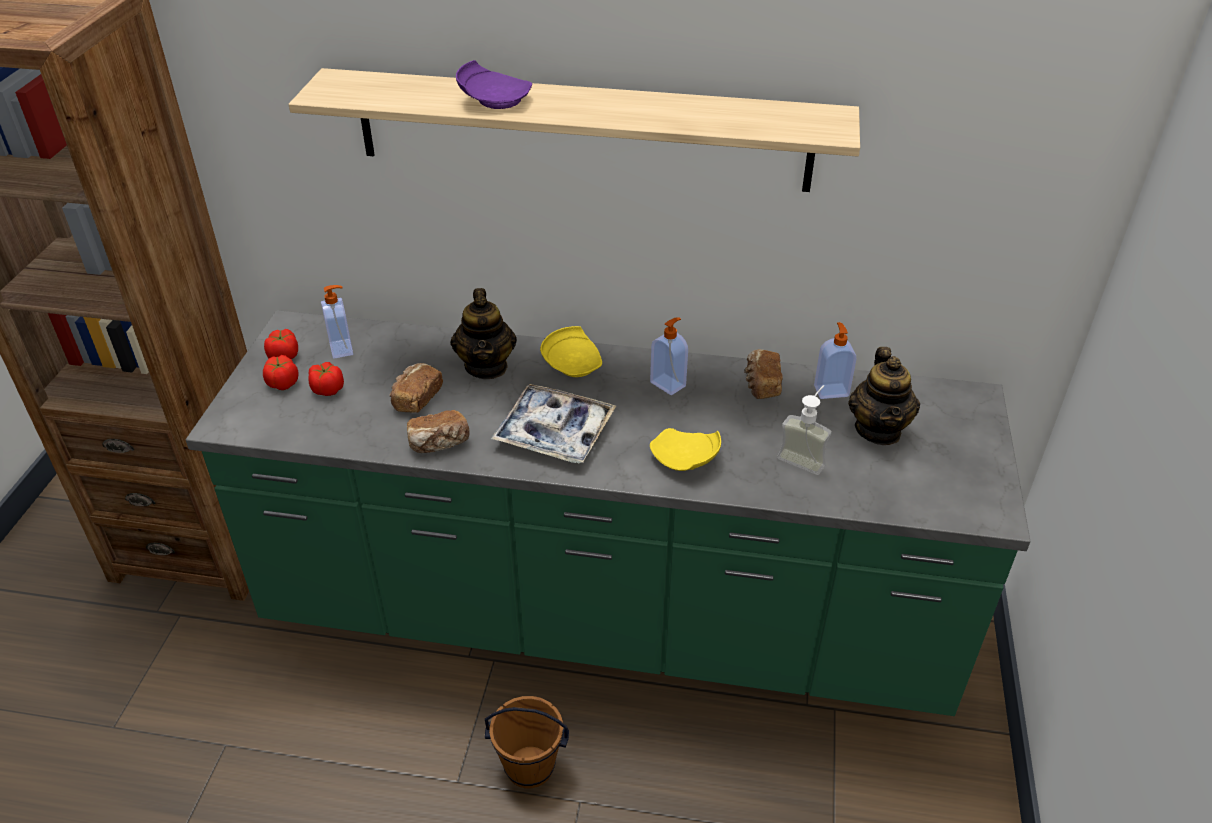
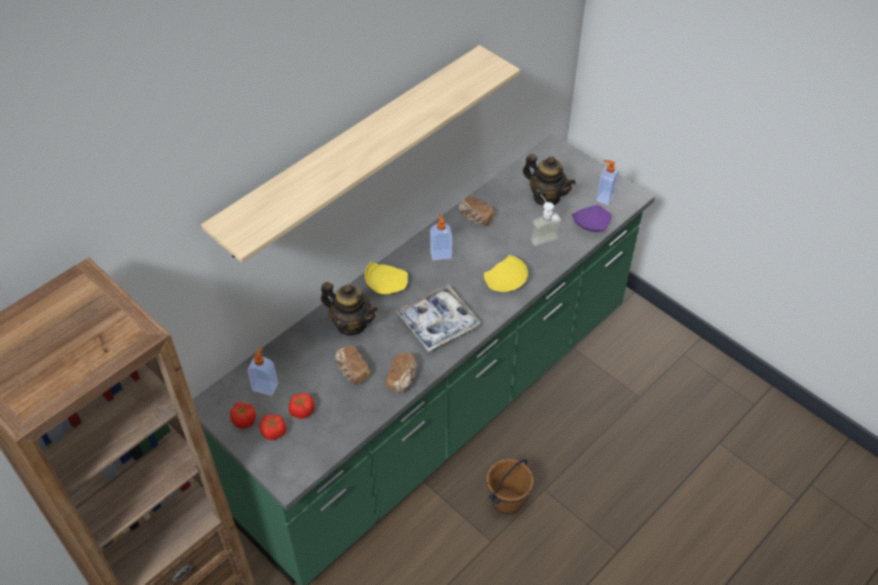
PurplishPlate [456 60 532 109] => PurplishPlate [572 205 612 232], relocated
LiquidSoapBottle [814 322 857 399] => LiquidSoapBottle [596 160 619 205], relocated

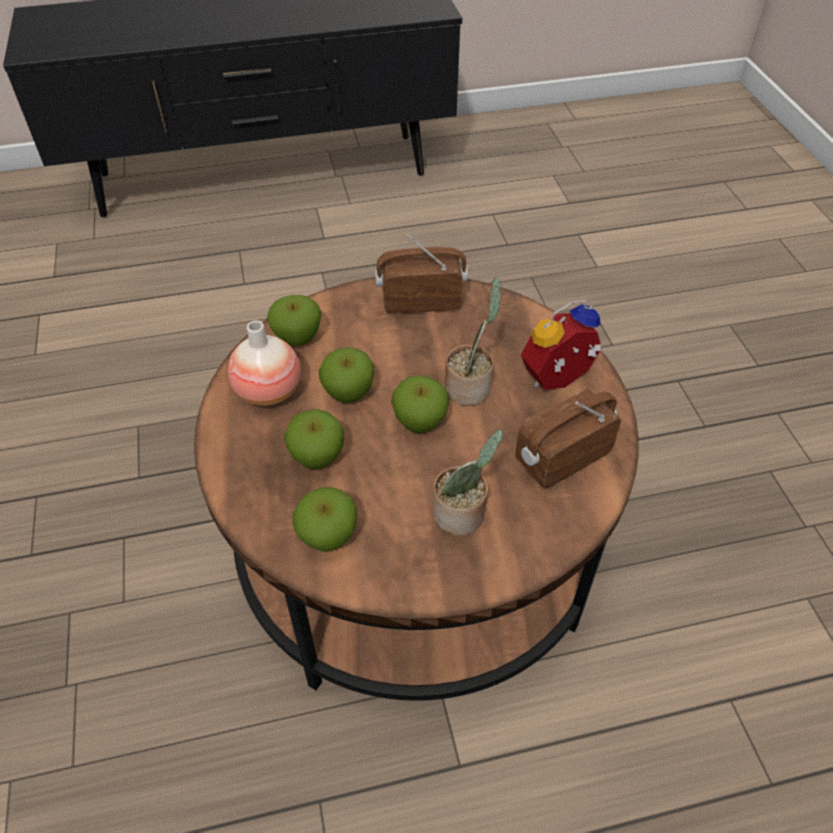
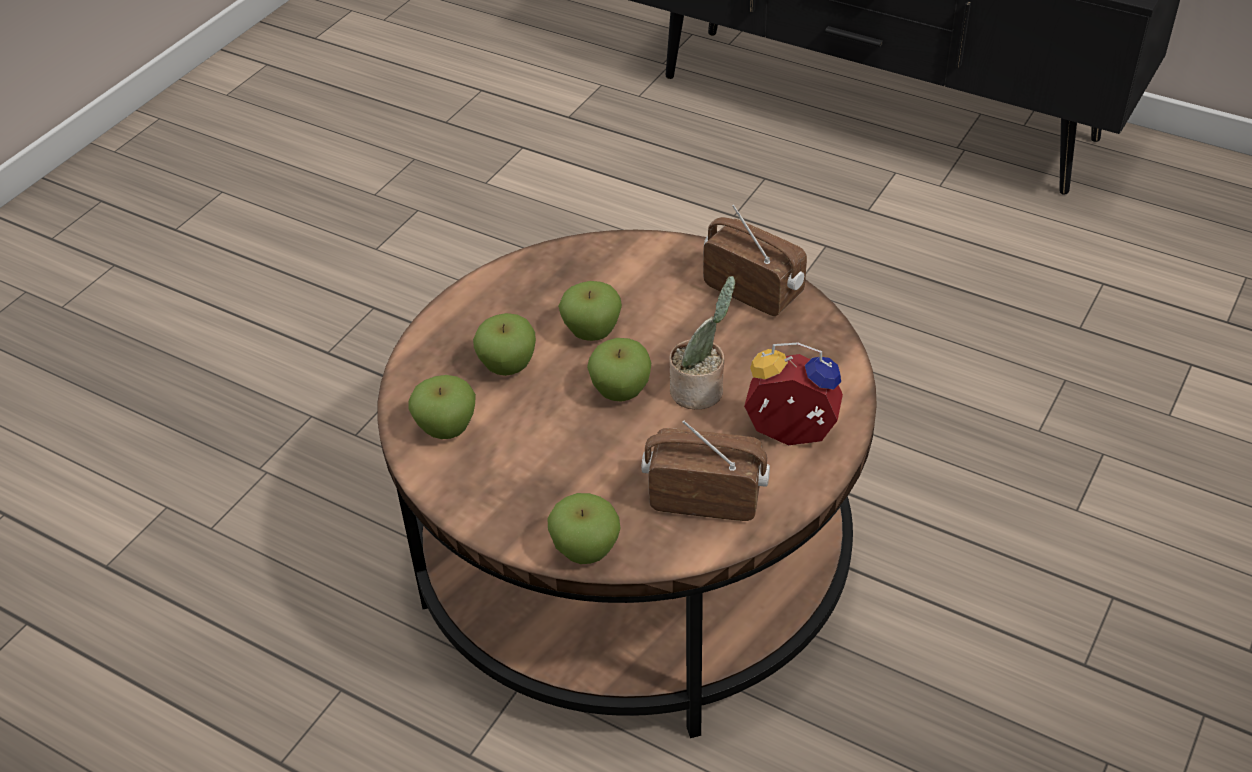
AppleFruit [267 295 322 346] => AppleFruit [547 493 621 564], relocated
DecorativeVase [228 321 301 406] => nothing
PottedPlant [433 429 503 535] => nothing

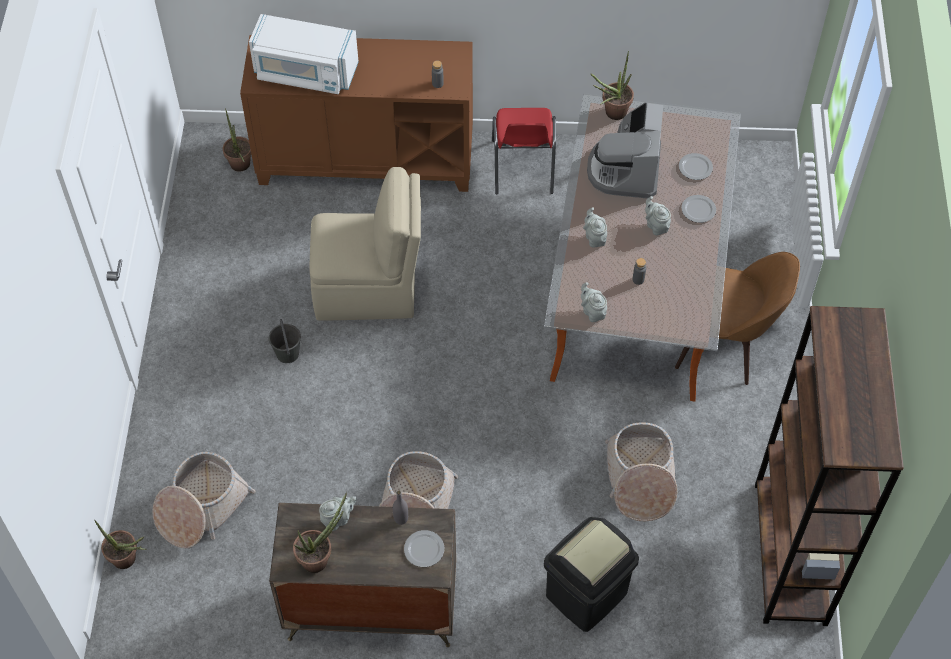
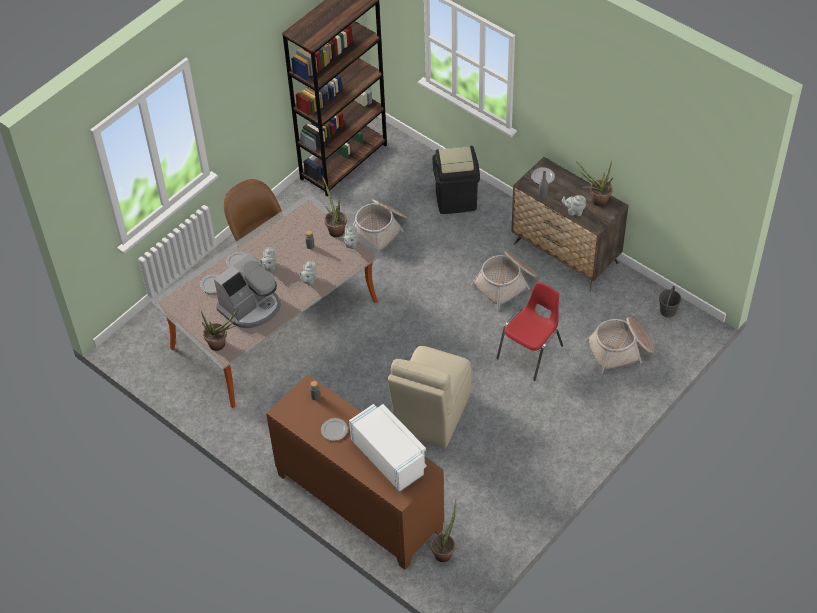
nothing => Plate [321 418 348 441]
PottedPlant [94 519 146 569] => PottedPlant [322 176 347 237], relocated
SandColouredChair [309 167 421 321] => SandColouredChair [388 346 472 448], 105 degrees counterclockwise
RedChair [492 108 556 195] => RedChair [496 282 563 381], relocated
GrayPail [269 319 301 363] => GrayPail [659 286 681 317], relocated

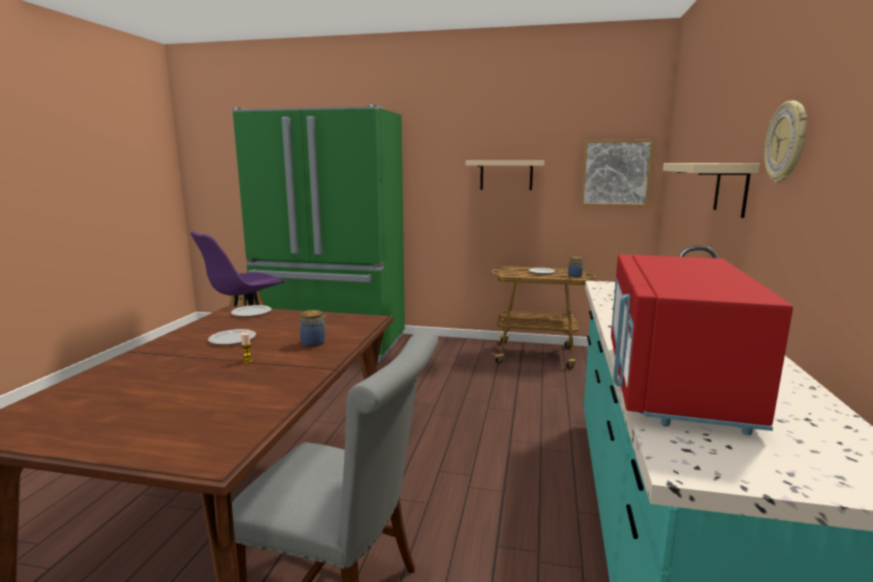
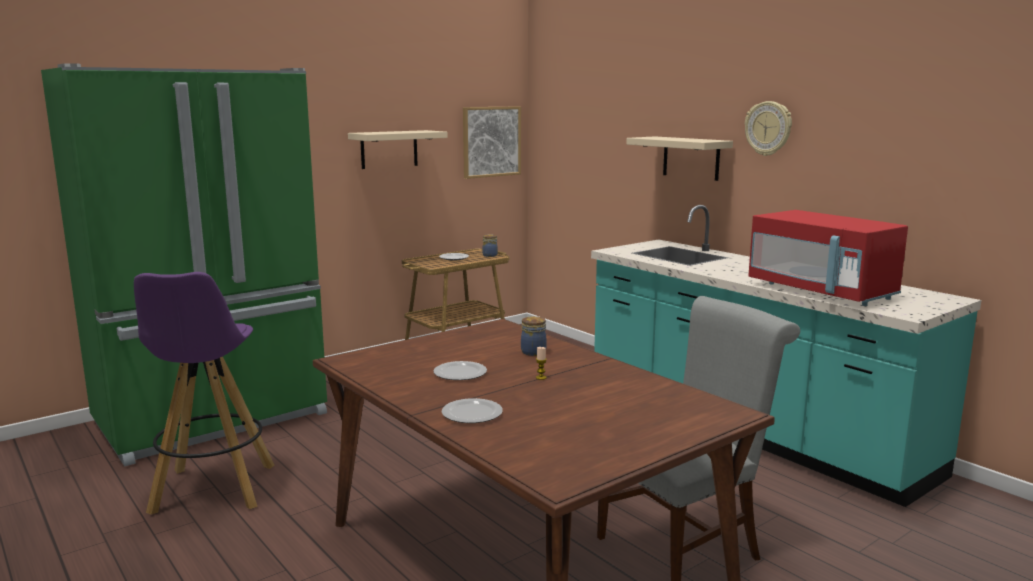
Plate [231 305 272 317] => Plate [442 398 503 423], relocated

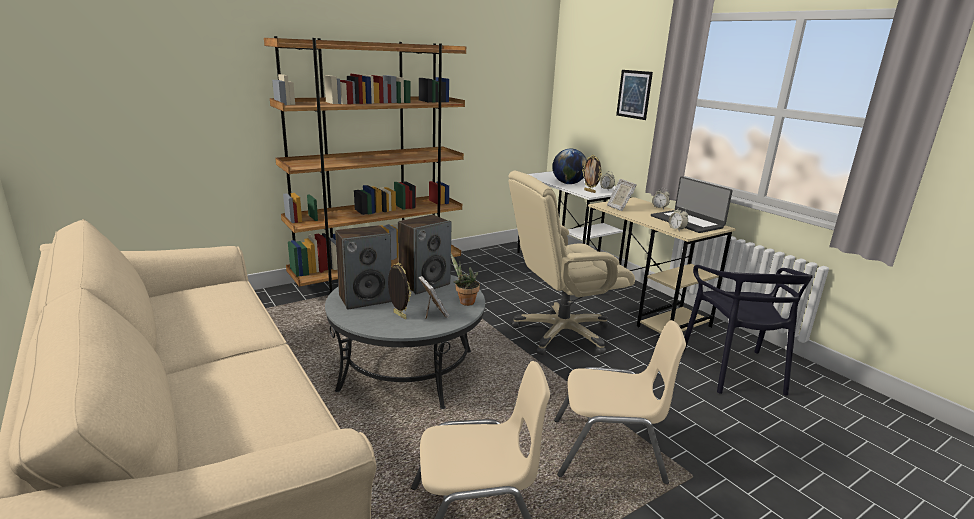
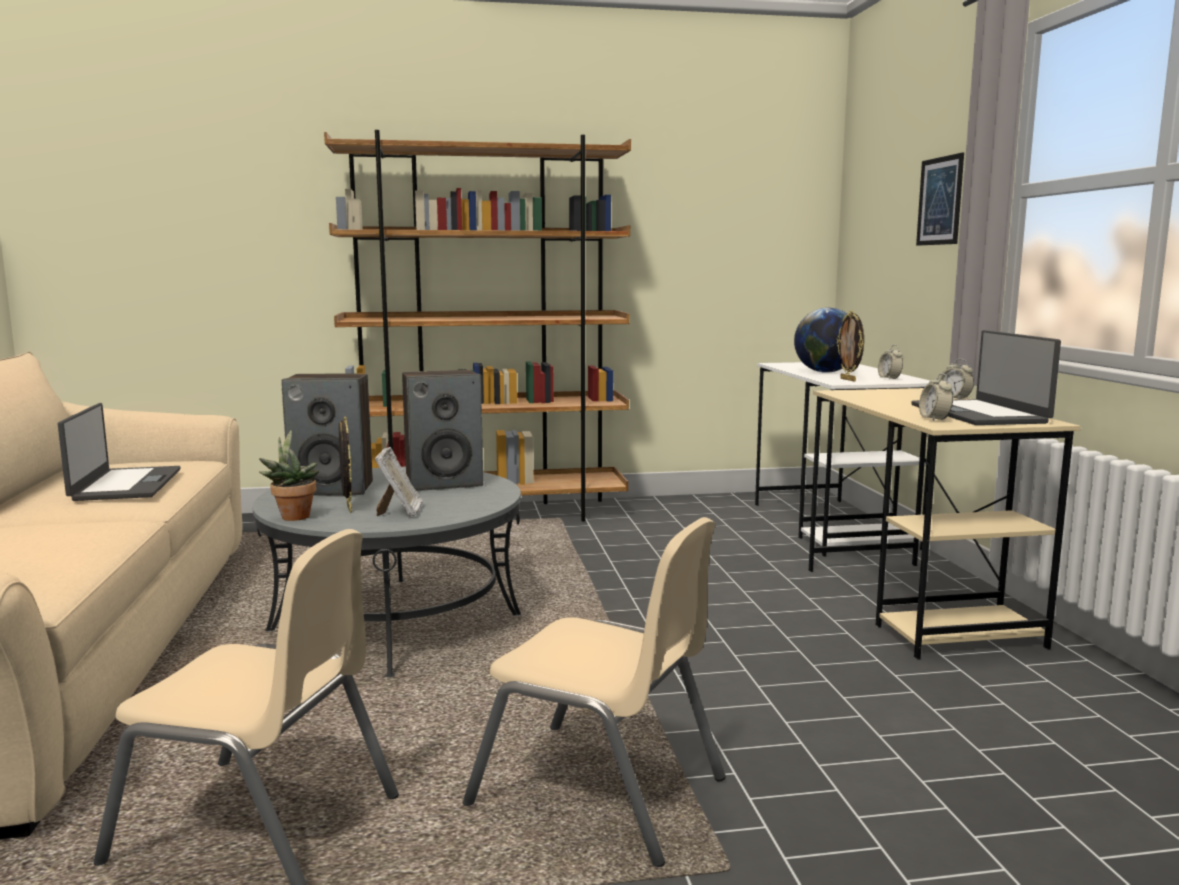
nothing => PortableComputer [58 403 180 501]
PottedPlant [451 254 480 306] => PottedPlant [259 430 319 521], relocated
SandColouredOfficeChair [508 170 635 355] => nothing
PhotoFrame [607 179 636 211] => nothing
BlackColouredChair [684 265 813 396] => nothing

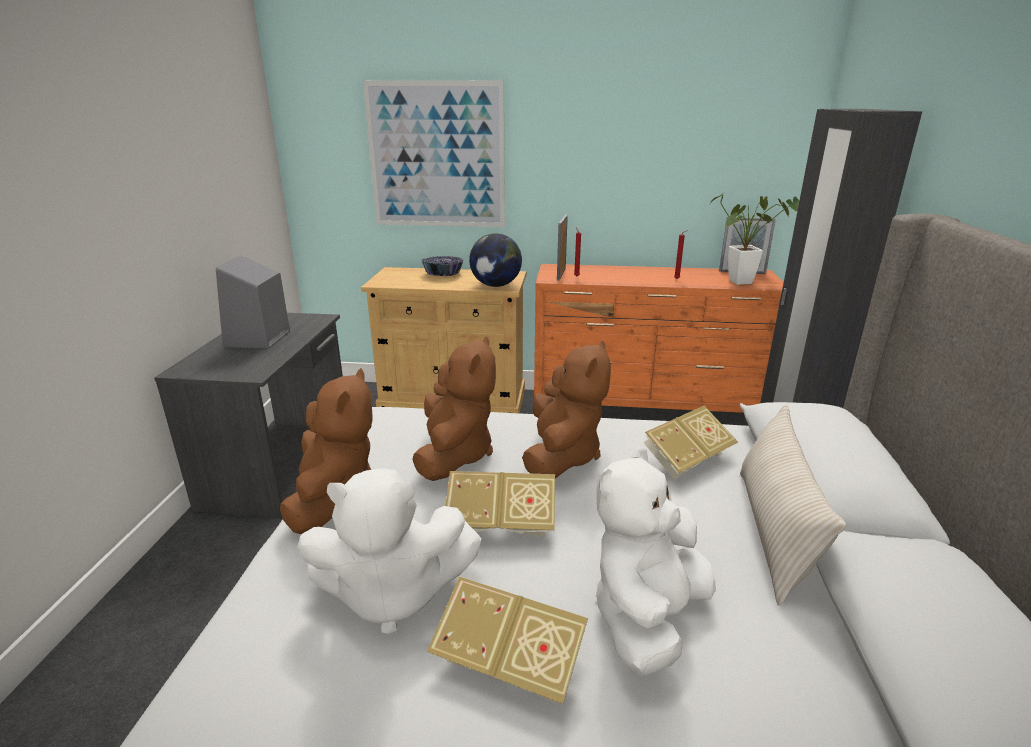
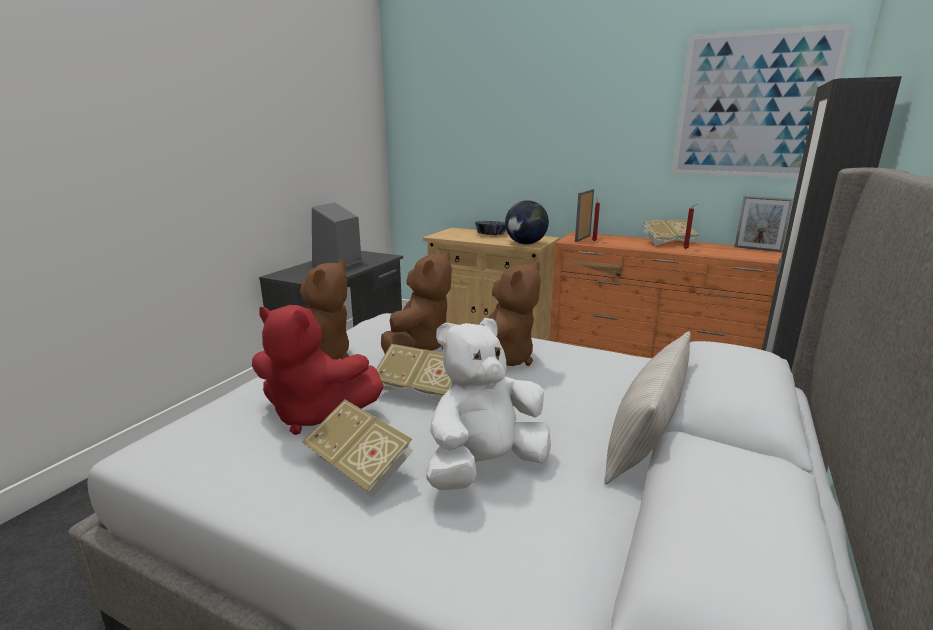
WhiteColouredPlushToy [297 468 481 635] => RedPlushToy [252 305 384 435]
Volume [643 406 738 480] => Volume [643 219 699 246], relocated
WallPicture [363 81 505 227] => WallPicture [672 24 852 178], relocated
PottedPlant [710 192 800 285] => nothing

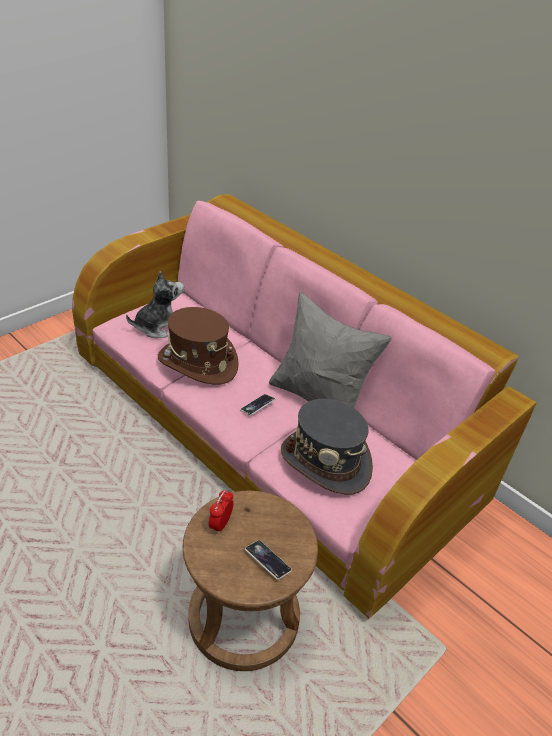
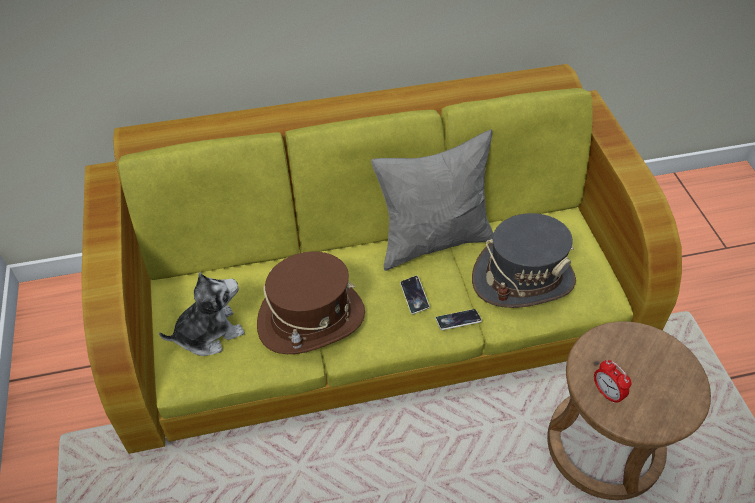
PinkishSettee [72 194 537 619] => GreenColouredSettee [82 64 682 454]
PlushToy [126 271 184 338] => PlushToy [159 272 245 356], 60 degrees clockwise
Phone [245 540 292 580] => Phone [435 309 482 330], relocated

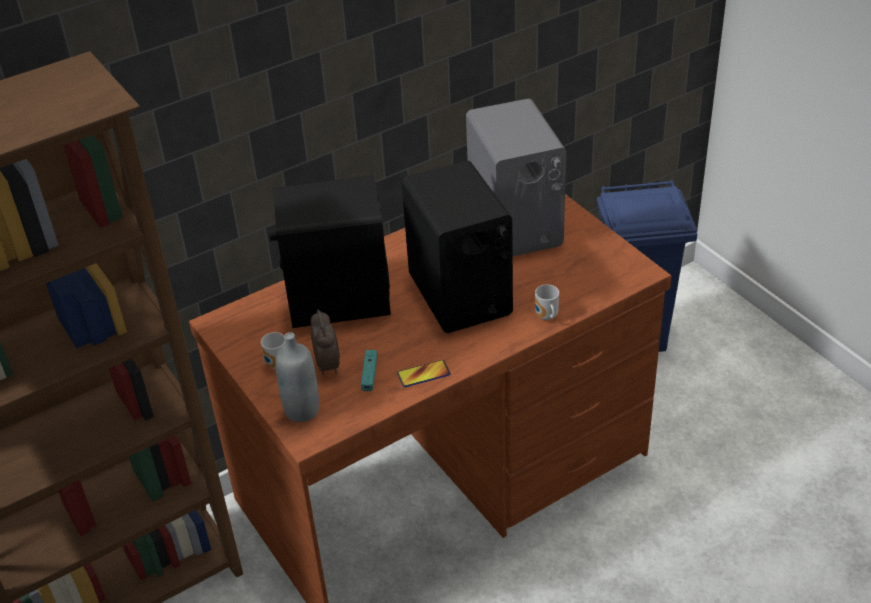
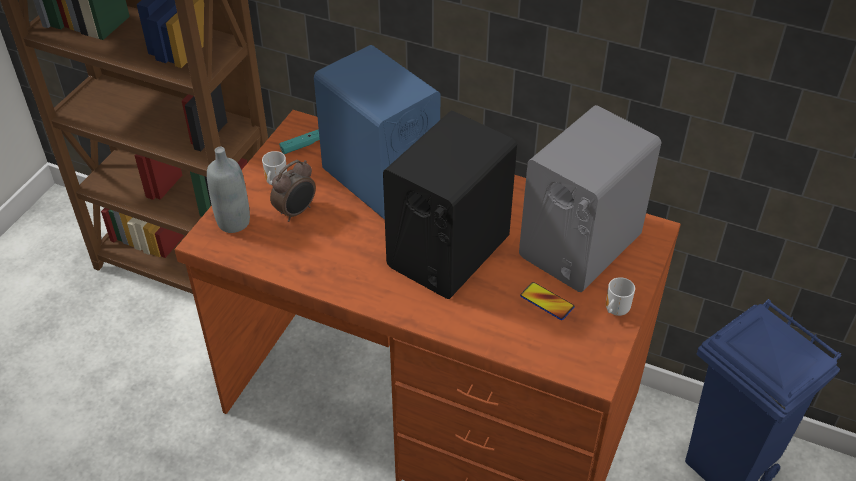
TurquoiseGameController [361 350 377 391] => TurquoiseGameController [279 129 320 154], relocated
BlackColouredAudioSpeaker [269 175 391 328] => BlueColouredAudioSpeaker [314 45 441 219]
Phone [397 360 450 387] => Phone [520 282 574 320], relocated
Mug [535 285 559 320] => Mug [606 277 635 316], relocated

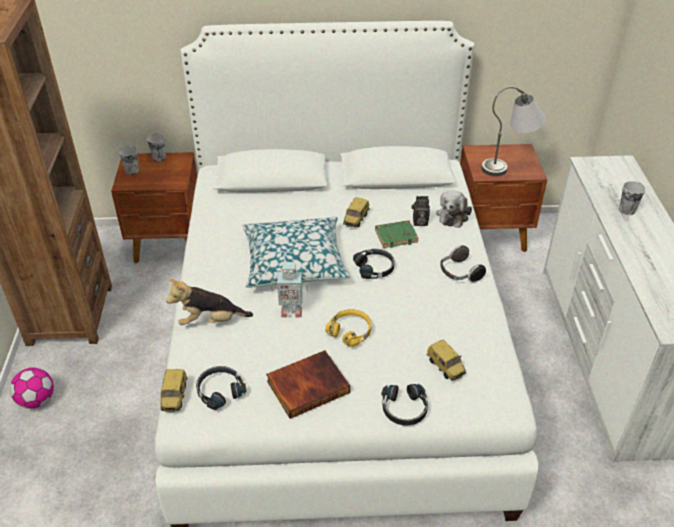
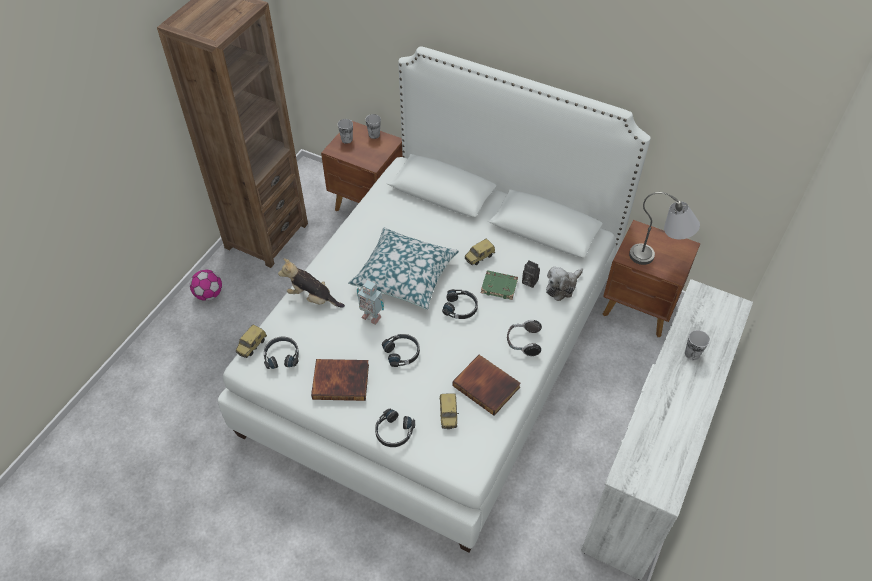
YellowColouredHeadset [325 309 372 347] => BlackColouredHeadset [382 334 420 367]
nothing => Volume [453 355 521 416]

